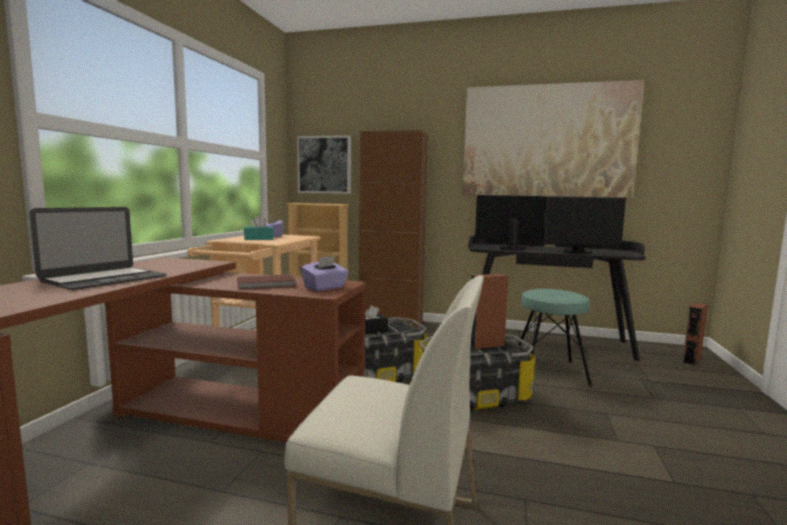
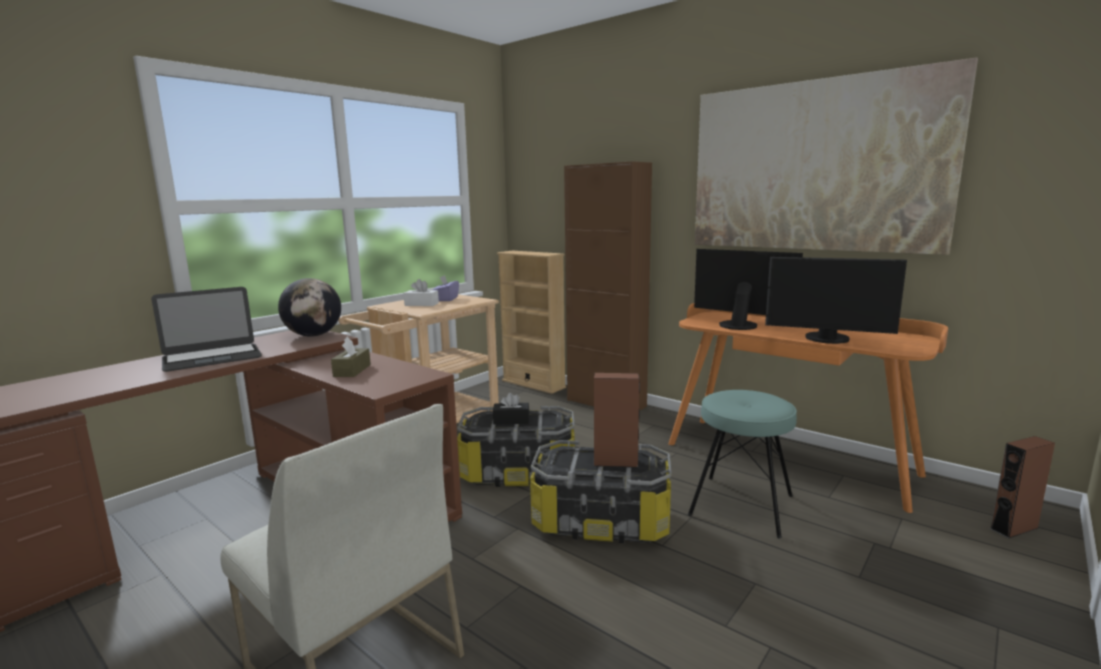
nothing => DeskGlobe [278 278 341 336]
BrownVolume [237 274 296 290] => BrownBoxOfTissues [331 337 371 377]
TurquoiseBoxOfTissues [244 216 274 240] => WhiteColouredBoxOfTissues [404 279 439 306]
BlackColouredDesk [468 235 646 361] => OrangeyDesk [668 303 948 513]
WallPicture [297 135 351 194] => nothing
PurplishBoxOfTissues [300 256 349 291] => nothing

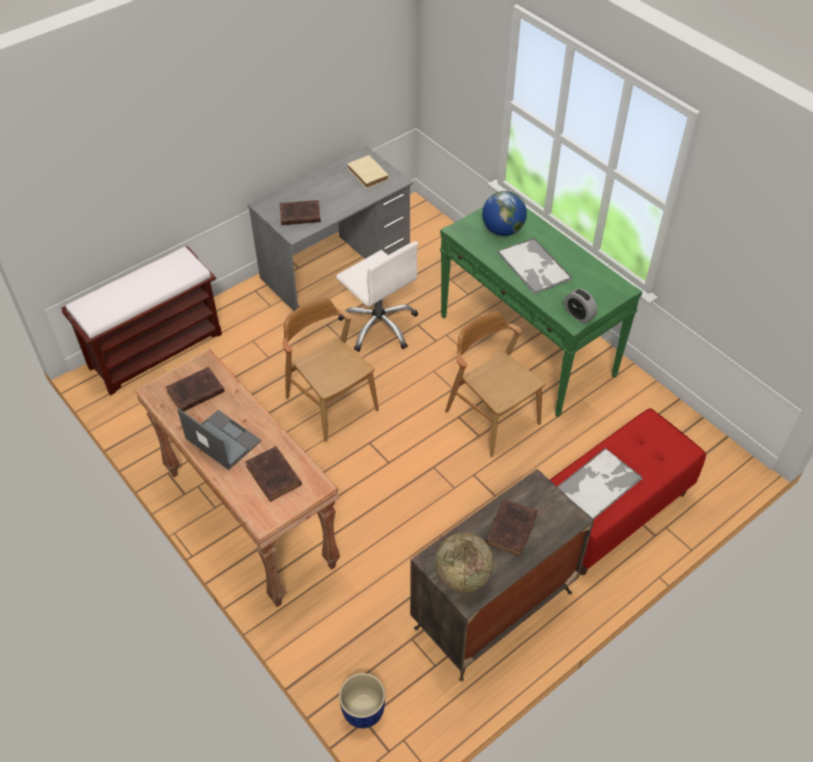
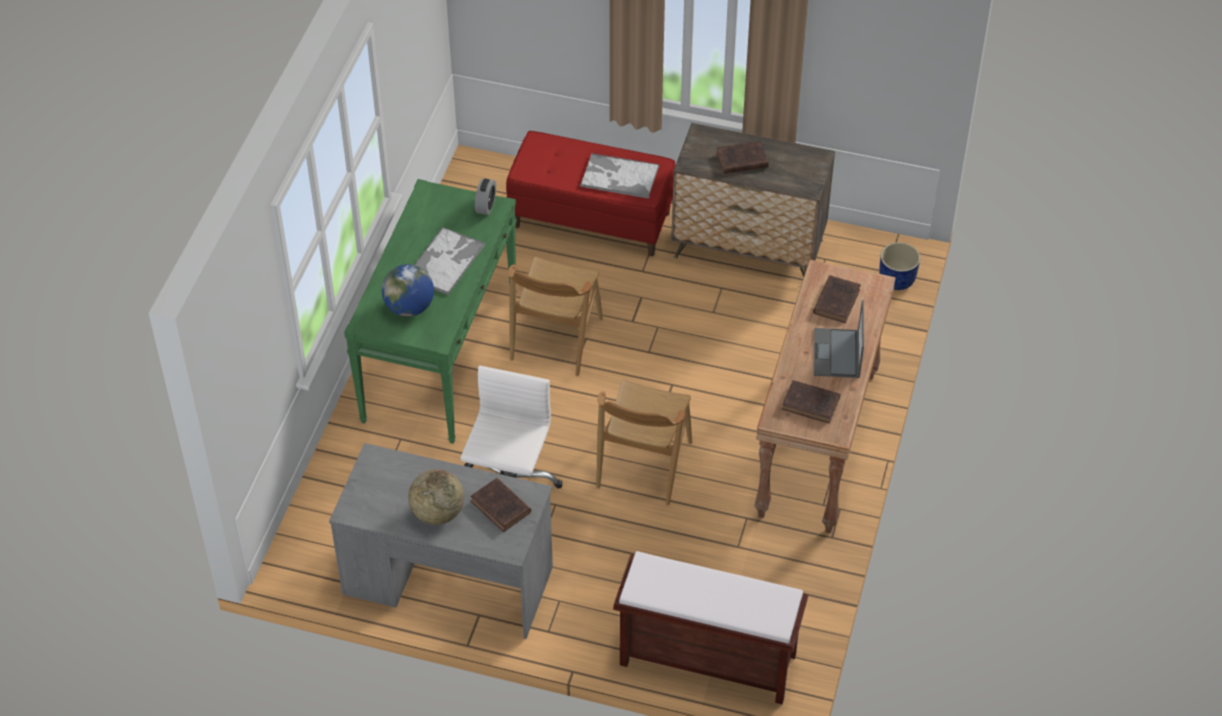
DeskGlobe [435 533 494 593] => DeskGlobe [408 469 464 525], relocated
SandColouredVolume [347 155 389 189] => nothing

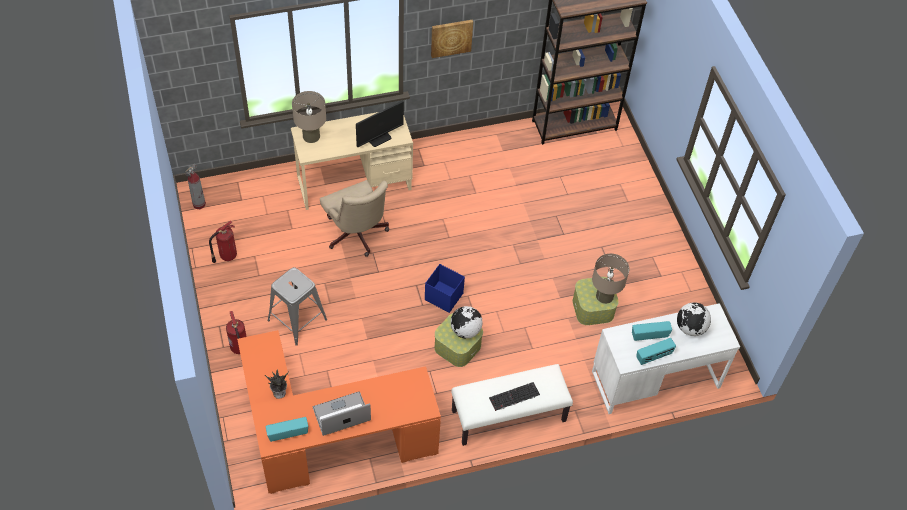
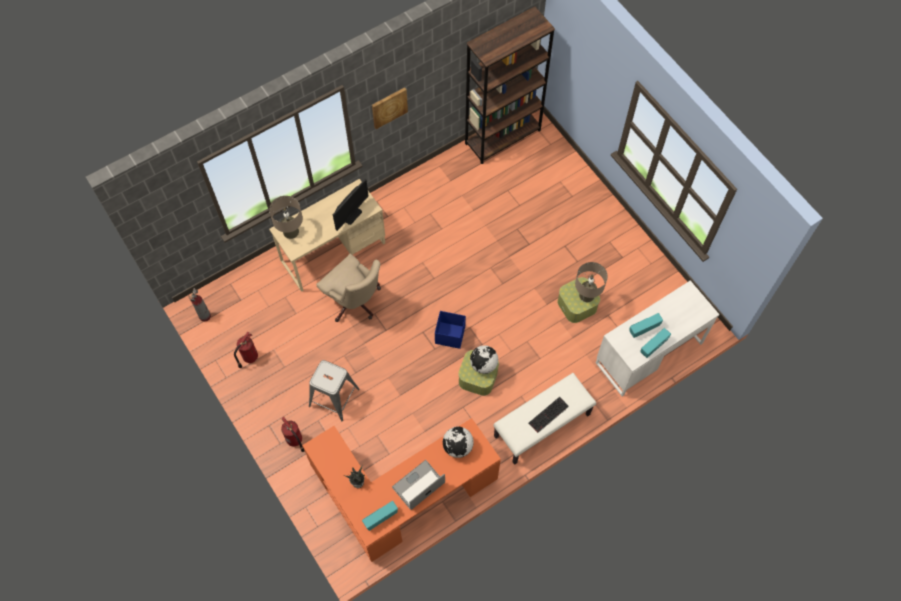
DeskGlobe [677 302 711 336] => DeskGlobe [443 427 474 458], relocated

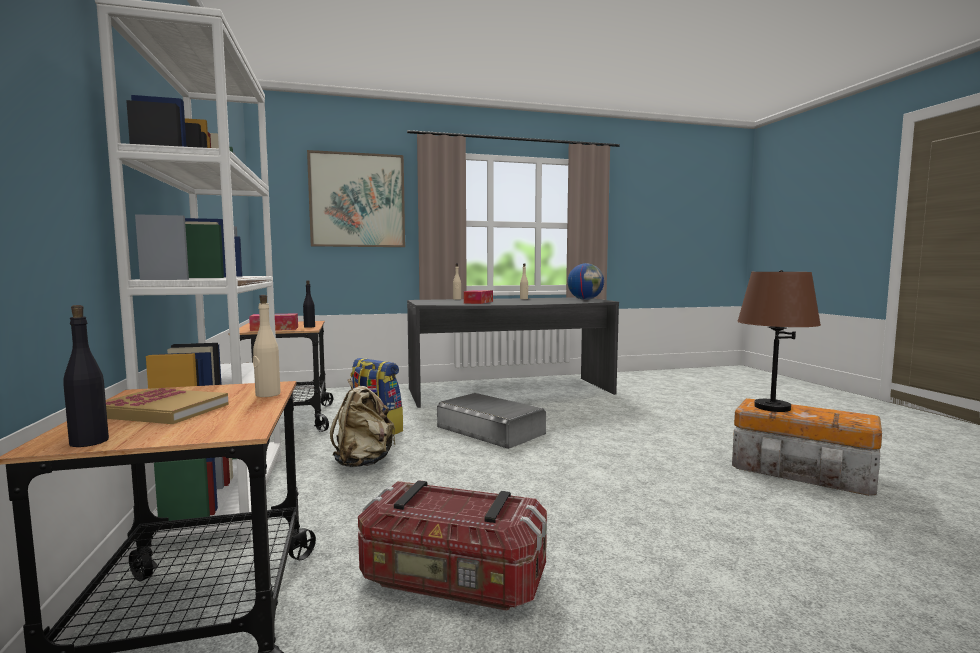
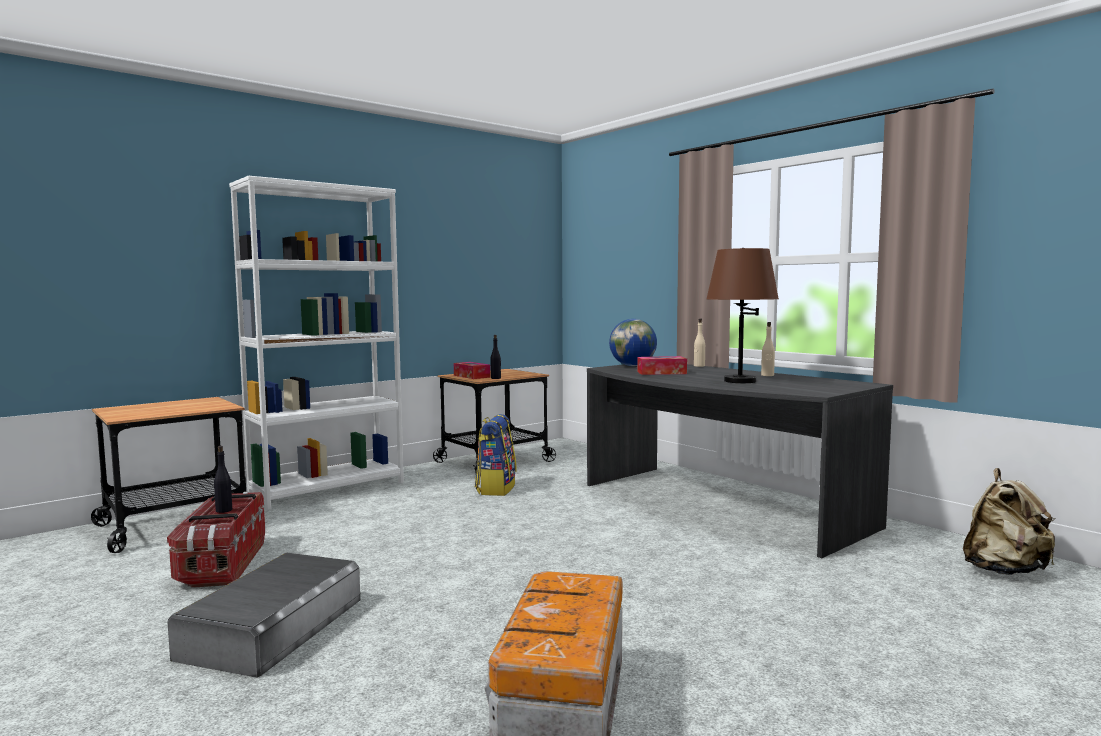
GrayStorageBin [437 393 546 449] => GrayStorageBin [168 553 360 678], relocated
BlackColouredBottle [63 305 109 447] => BlackColouredBottle [214 446 232 513], relocated
DeskGlobe [568 263 604 300] => DeskGlobe [609 319 657 366], relocated
BrownTabletopLamp [737 270 821 412] => BrownTabletopLamp [707 248 779 383], relocated
SandColouredKnapsack [330 379 396 467] => SandColouredKnapsack [963 468 1056 575], relocated
Volume [106 388 229 424] => nothing
SandColouredBottle [253 295 281 397] => nothing
WallPicture [307 150 405 247] => nothing

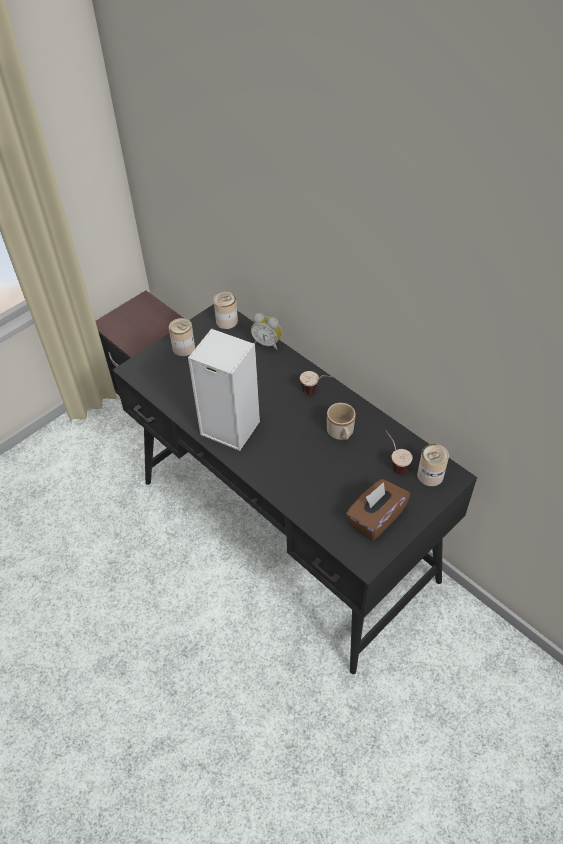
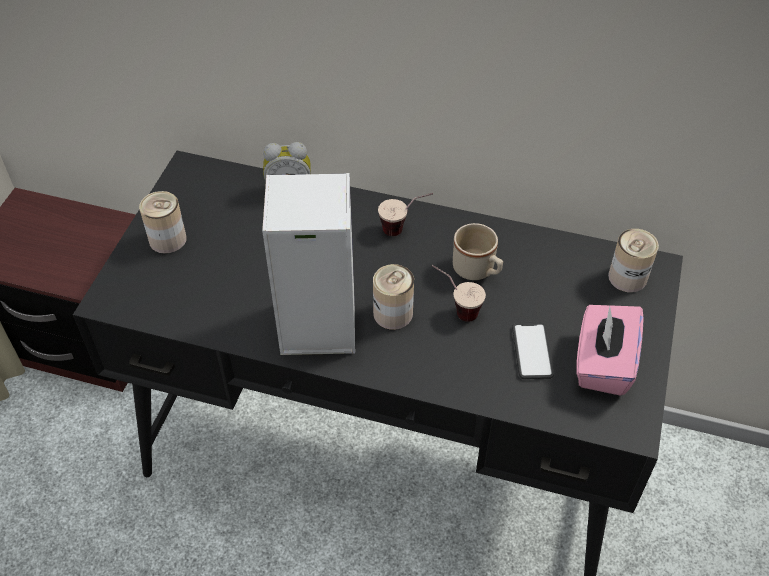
MetalCan [214 292 238 329] => MetalCan [373 264 414 330], relocated
DrinkingCup [386 431 413 475] => DrinkingCup [432 265 486 322], relocated
nothing => Phone [512 322 554 379]
BrownBoxOfTissues [346 479 410 540] => PinkishBoxOfTissues [577 305 643 395]

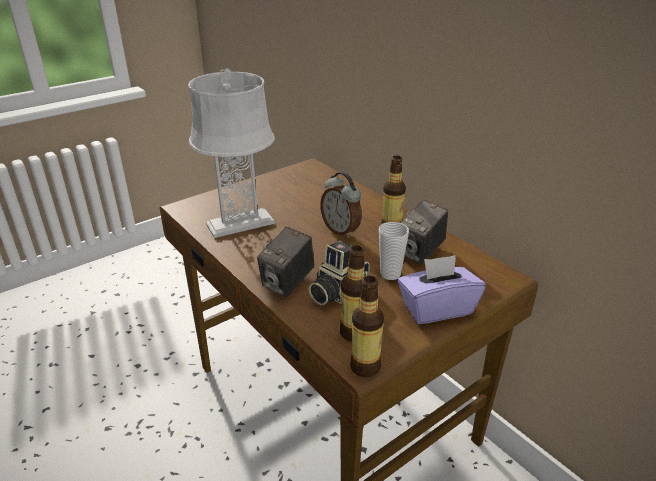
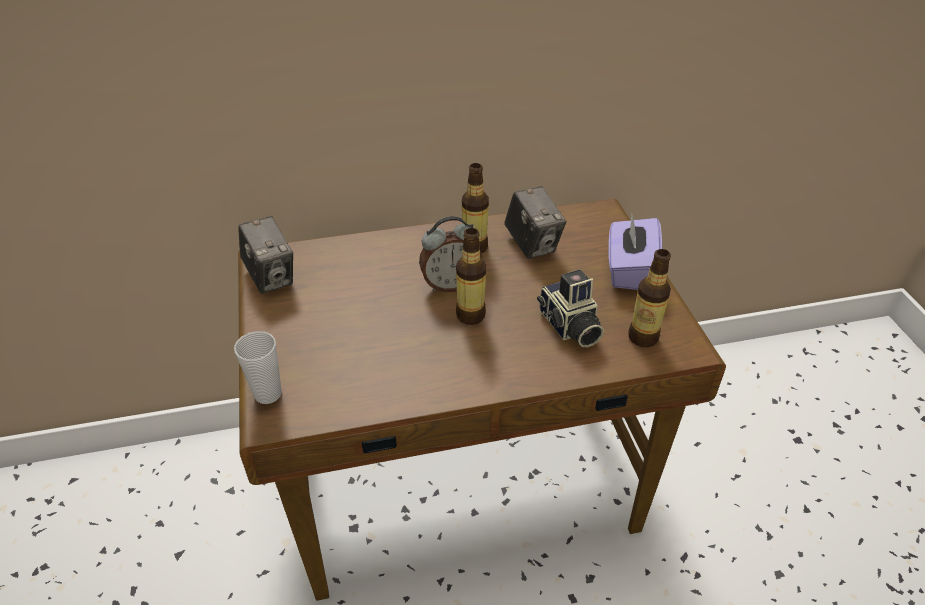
DrinkingCup [379 222 409 280] => DrinkingCup [234 331 282 404], relocated
StillCamera [257 227 314 297] => StillCamera [238 216 293 294], relocated
Bottle [350 276 384 377] => Bottle [456 228 486 325], relocated
GrayTabletopLamp [188 69 275 238] => nothing

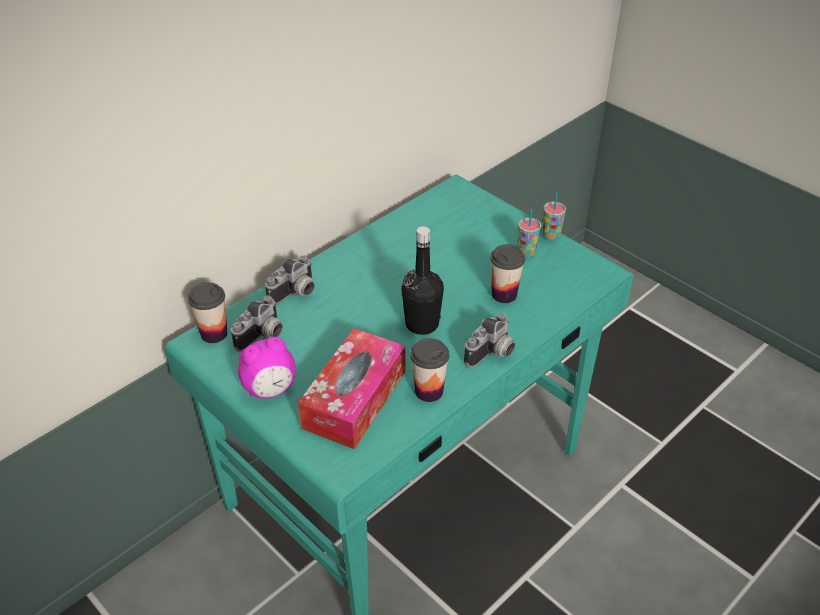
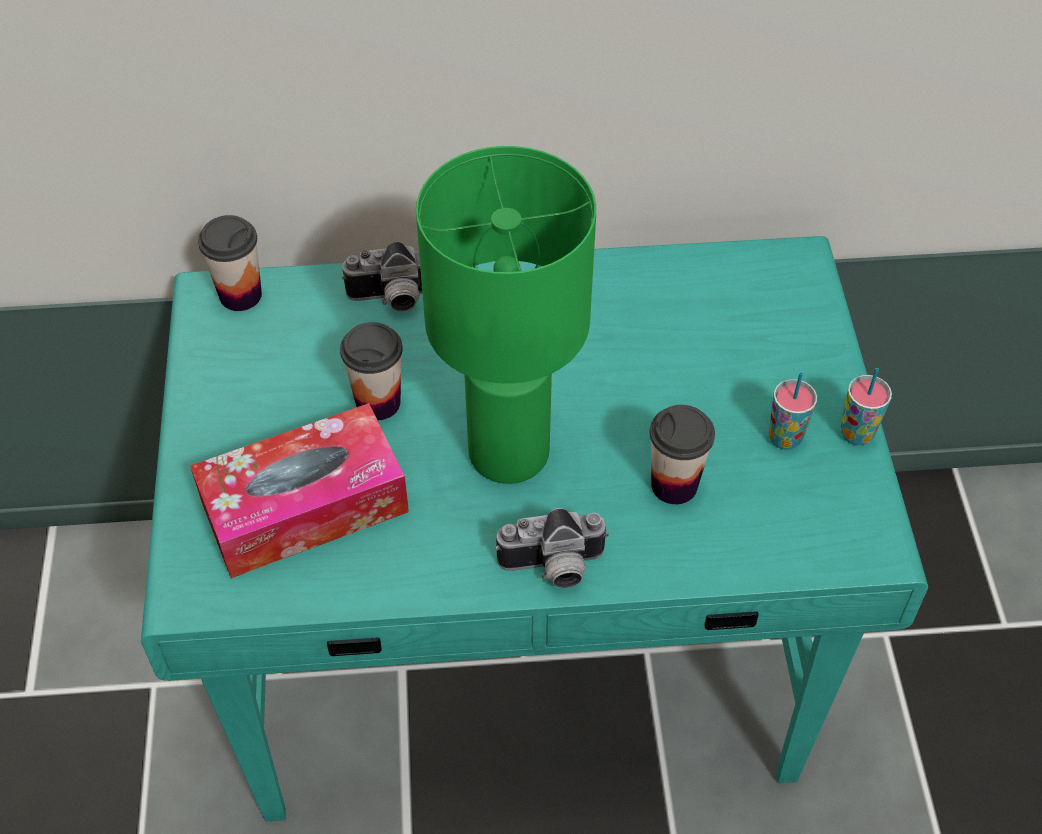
DrinkingCup [410 338 449 402] => DrinkingCup [340 322 403 420], relocated
BlackColouredBottle [401 227 444 335] => GreenColouredTabletopLamp [416 146 596 484]
StillCamera [231 295 283 352] => nothing
TableClock [238 337 296 398] => nothing

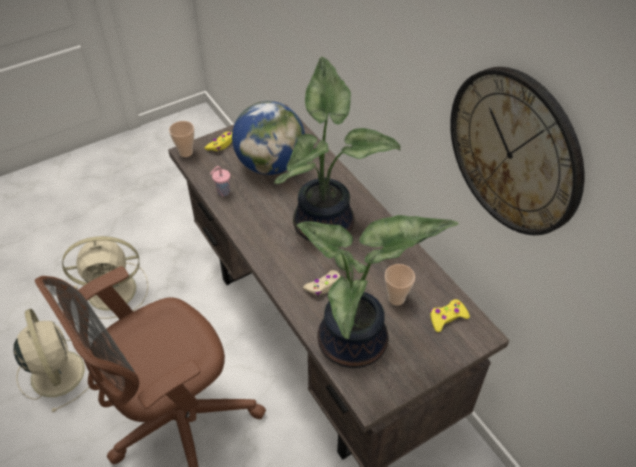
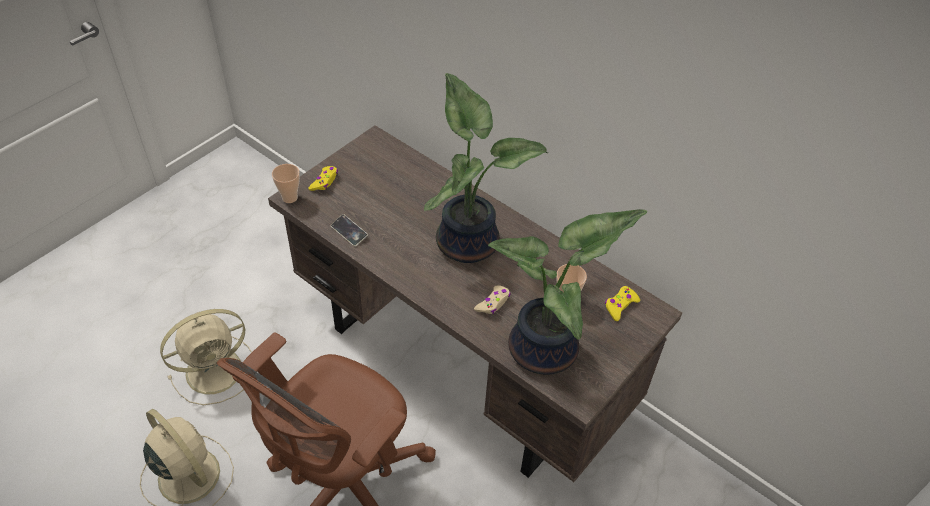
PinkishDrinkingCup [210 166 230 196] => Phone [331 214 368 247]
DeskGlobe [232 101 305 175] => nothing
HangingClock [450 67 584 235] => nothing

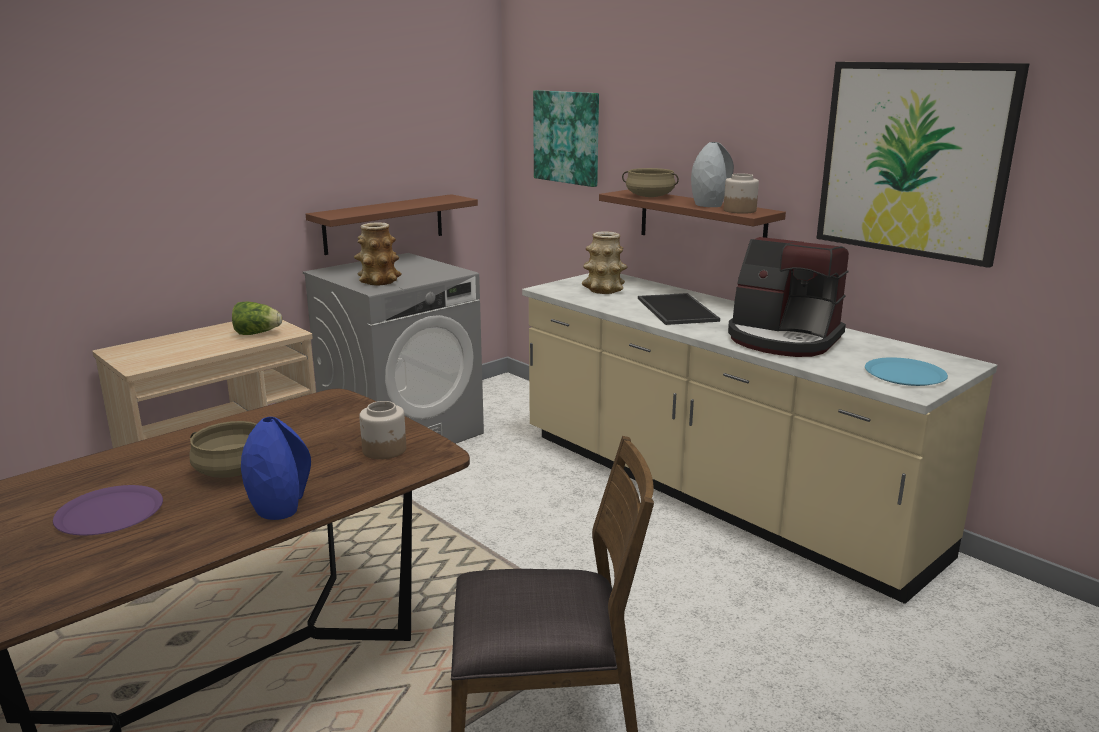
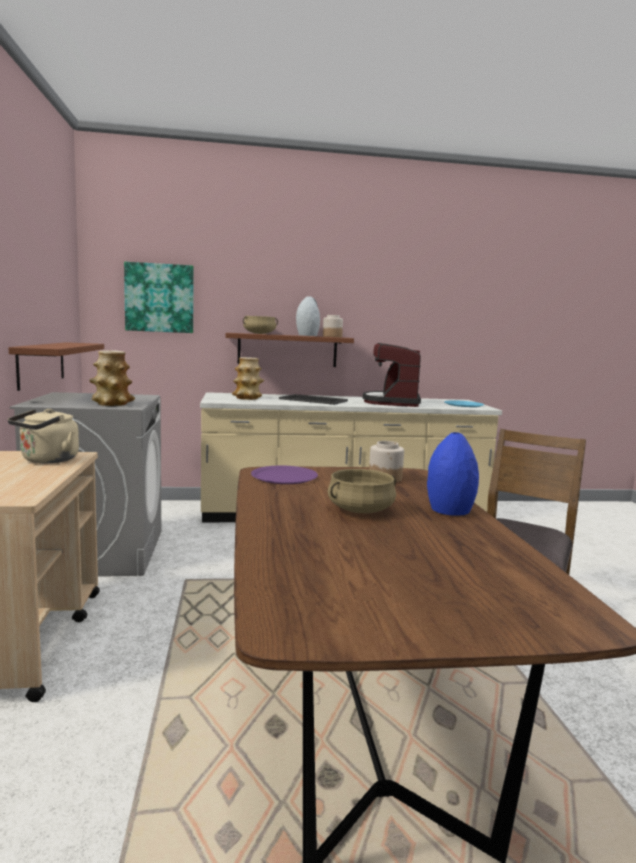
LettuceHead [232 302 282 335] => SandColouredWaterKettle [8 409 79 463]
PurplishPlate [53 485 163 535] => PurplishPlate [251 466 318 484], relocated
CoffeeBrewer [728 237 849 357] => CoffeeBrewer [363 343 421 407], 120 degrees clockwise
WallPicture [816 62 1029 268] => nothing

